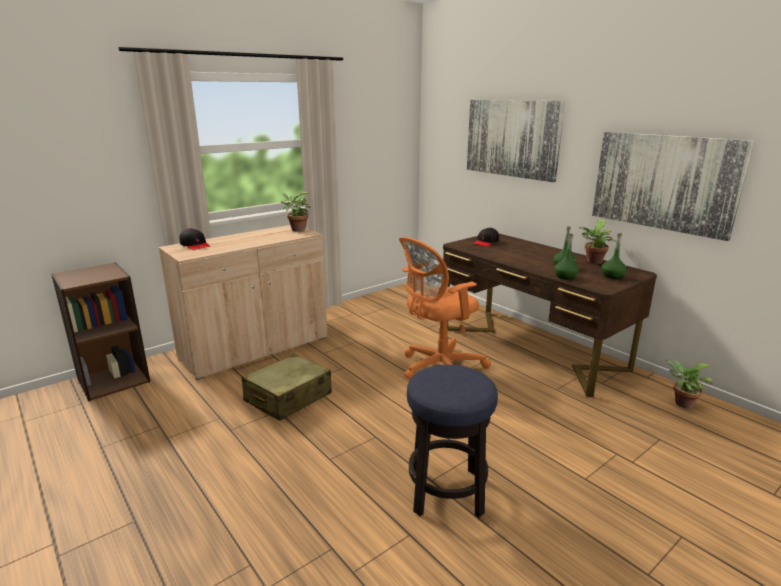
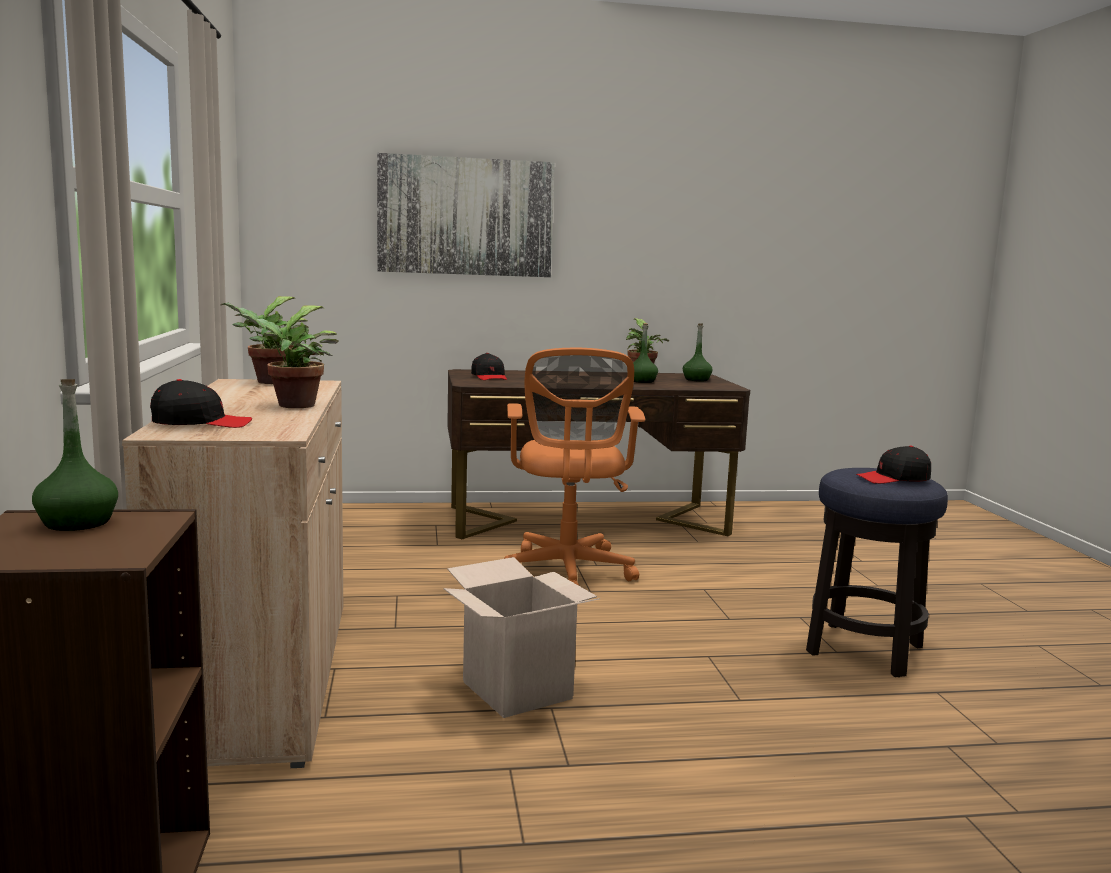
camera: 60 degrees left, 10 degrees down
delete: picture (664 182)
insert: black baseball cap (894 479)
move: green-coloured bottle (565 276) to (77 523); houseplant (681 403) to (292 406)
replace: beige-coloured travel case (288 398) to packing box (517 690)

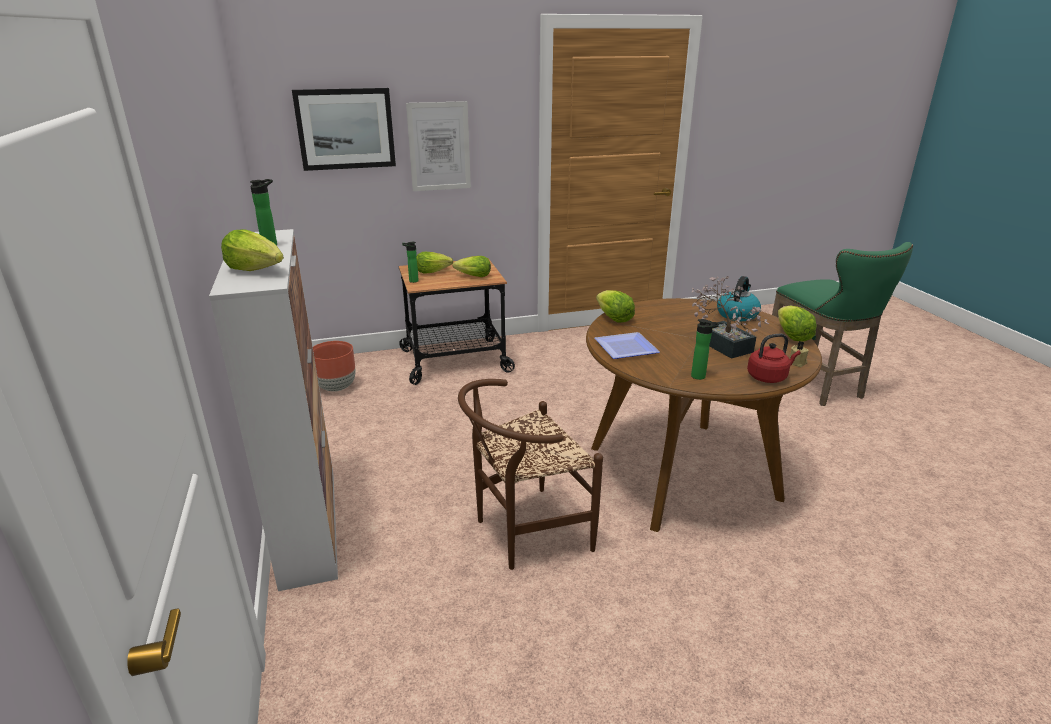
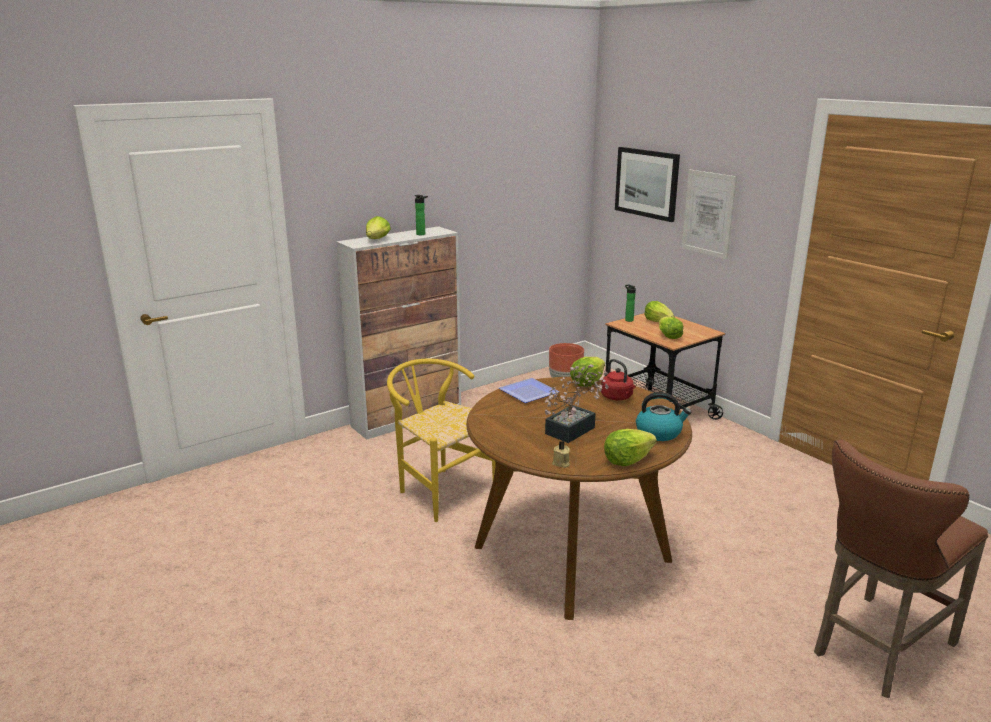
camera: 70 degrees right, 5 degrees down
delete: bottle (700 377)
move: red-coloured tea kettle (768 377) to (618 397)
recolor: brownish plain chair (523 533) to yellowish plain chair (440 490); green-coloured stool (816 385) to brownish stool (876 649)

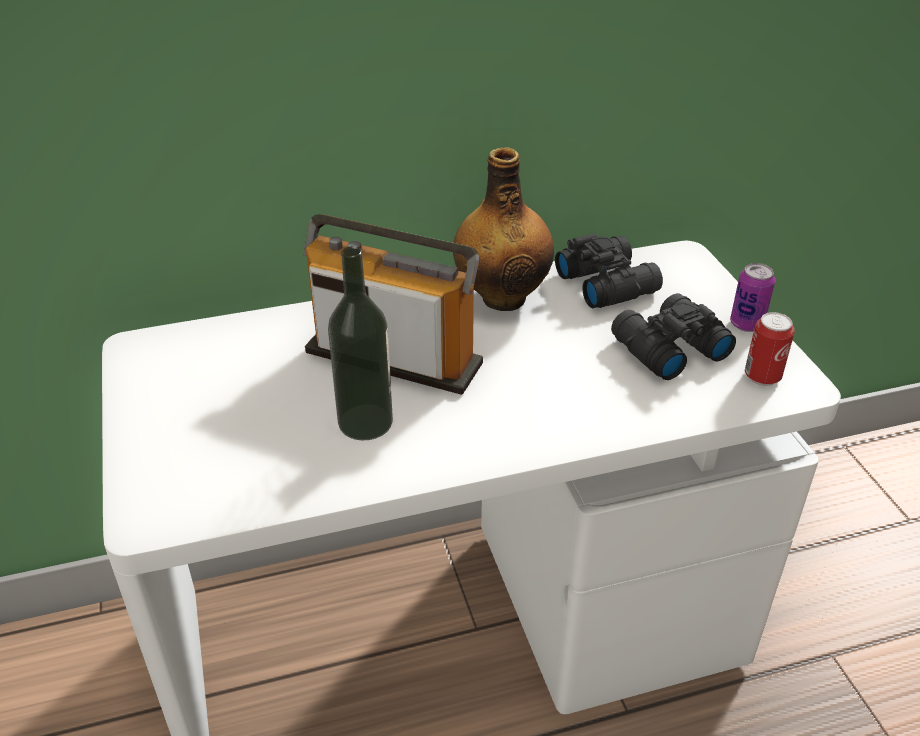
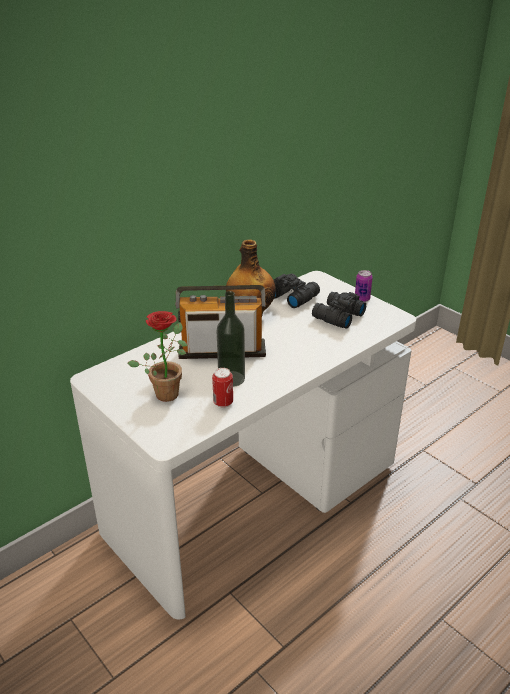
camera: 25 degrees left, 5 degrees down
insert: houseplant (168 391)
move: metal can (762 377) to (223 402)

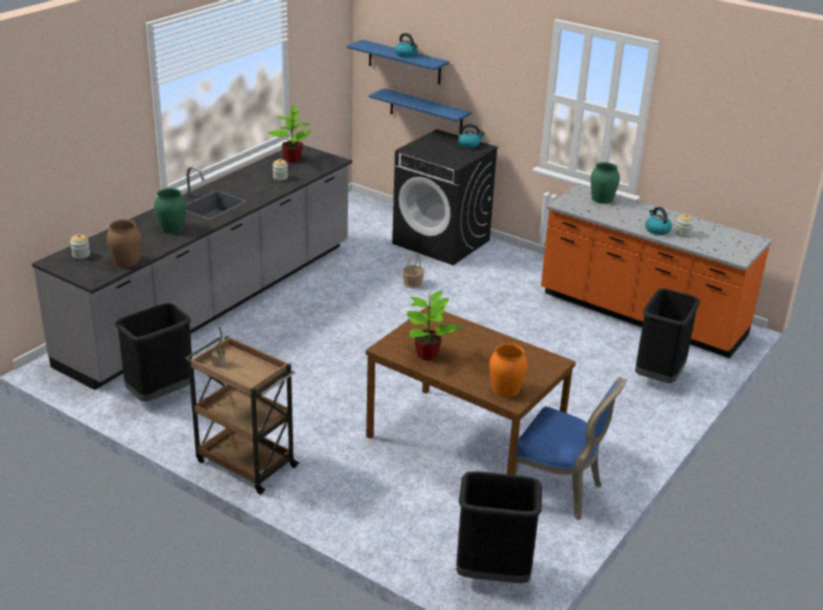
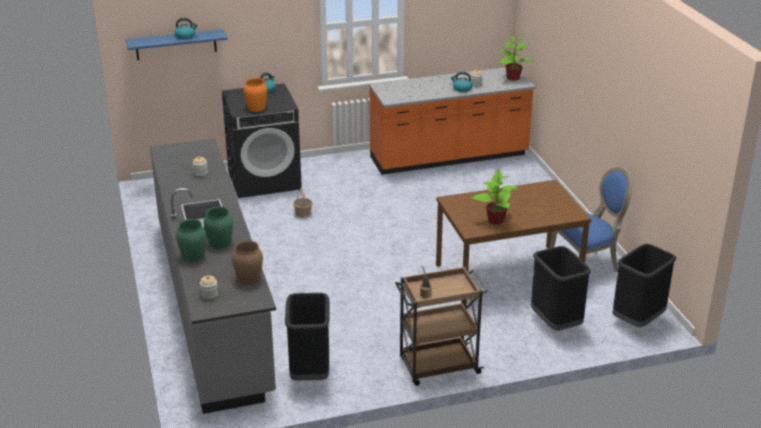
camera: 50 degrees left, 0 degrees up
delete: blue-coloured bracket shelf (426 111)
move: houseplant (292 159) to (512 78); orange vase (505 389) to (256 108); green-coloured vase (602 199) to (193 256); black waste bin (658 375) to (555 323)

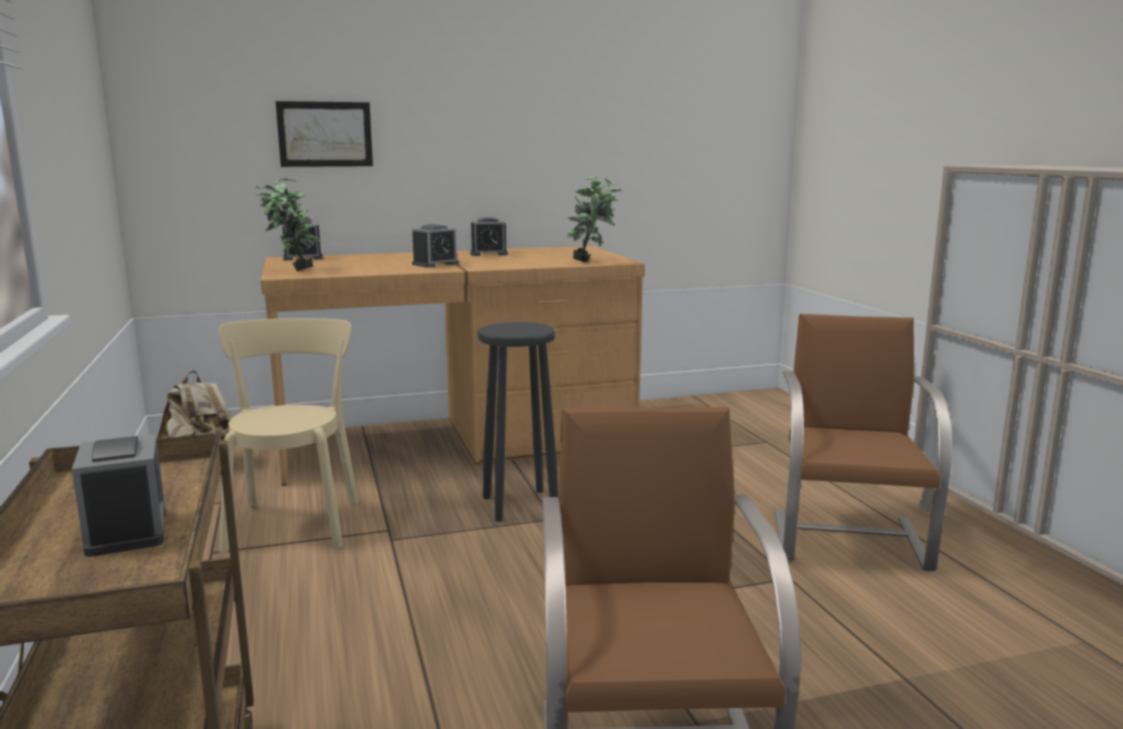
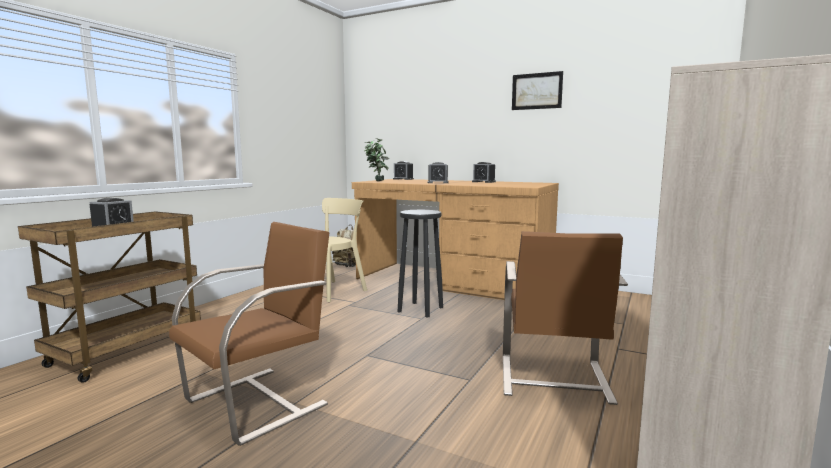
camera: 45 degrees right, 5 degrees down
delete: houseplant (592 262)
move: picture (325 134) to (536 91)
rotate: brownish plain chair (849 538) = (553 379) 135 degrees clockwise

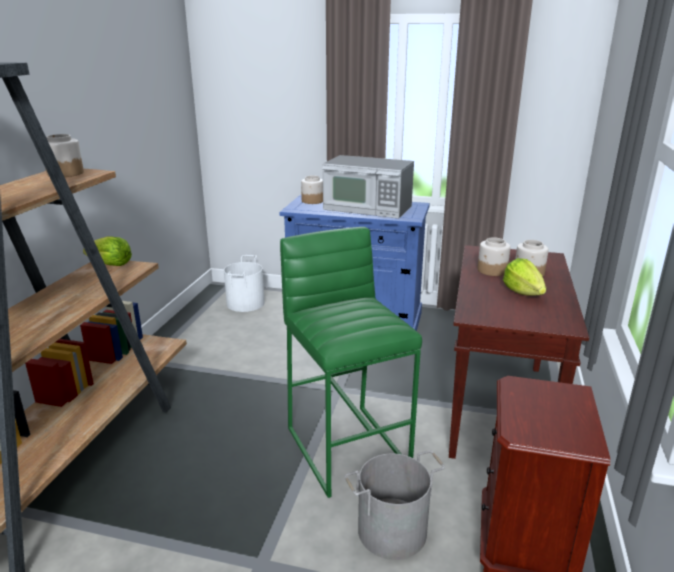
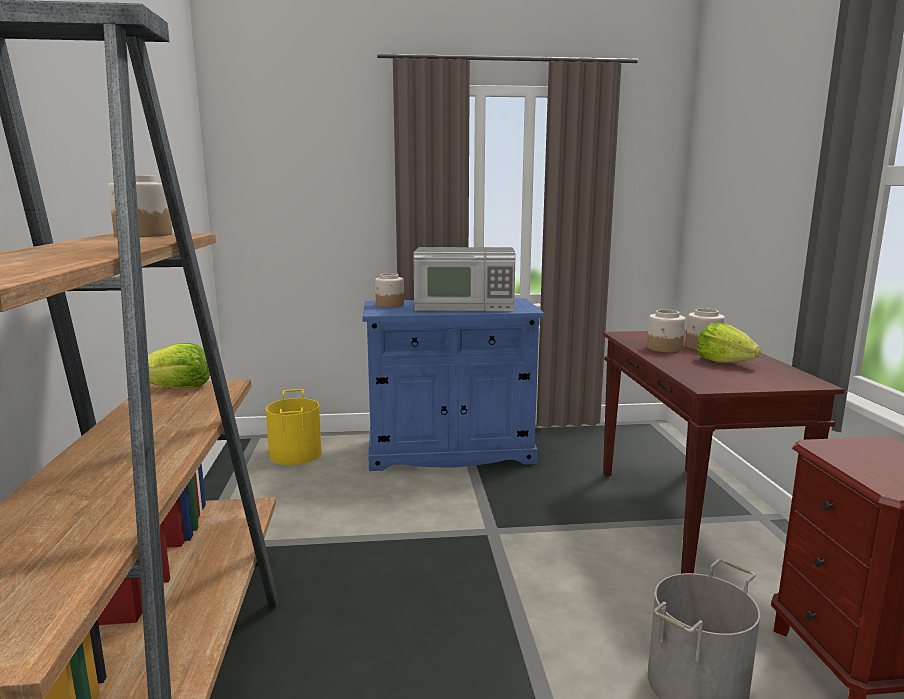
camera: 20 degrees left, 10 degrees down
delete: green-coloured stool (347 447)
recolor: whitish bucket (246 303) to yellowish bucket (296 454)

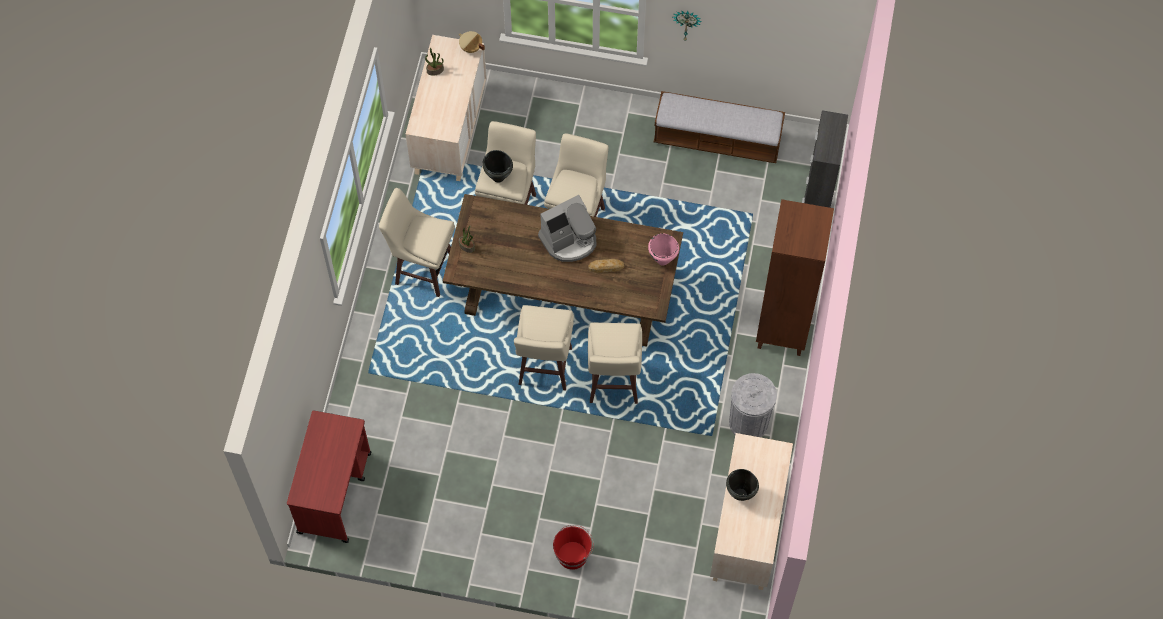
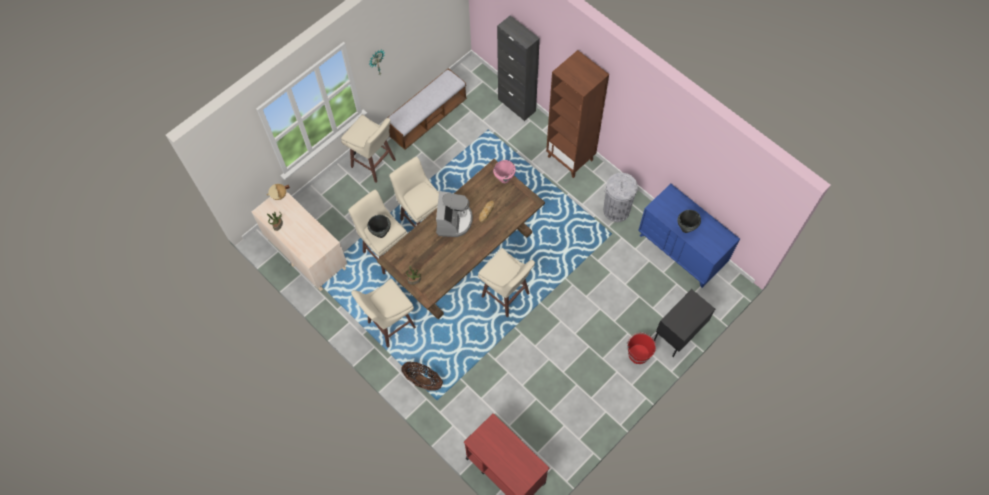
camera: 55 degrees left, 0 degrees up
insert: basket (423 380); black night table (679 332)
move: beige-coloured stool (613 383) to (374 164)
recolor: beige-coloured chest of drawers (747 529) to blue-coloured chest of drawers (681 250)

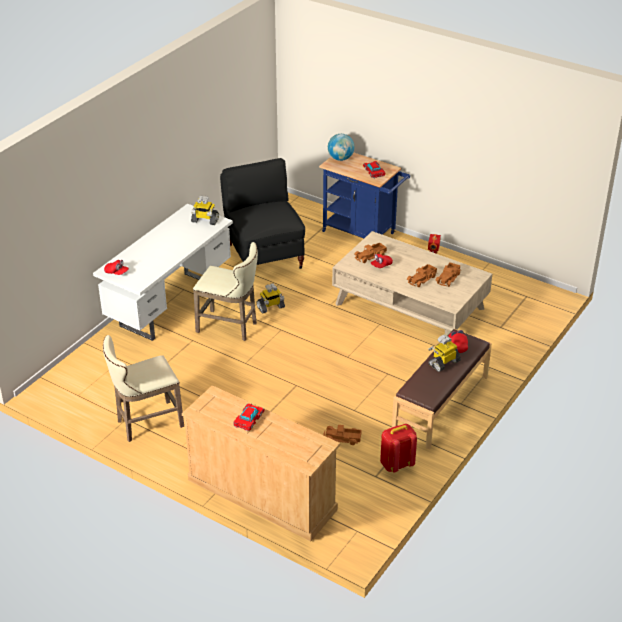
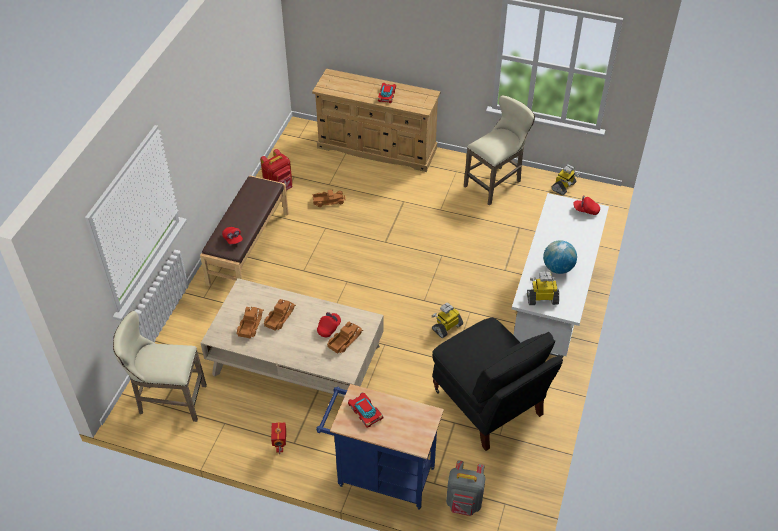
camera: 165 degrees right, 10 degrees up
insert: grey backpack (464 503)
move: beige-coloured stool (230 327) to (168 400); world globe (340 158) to (557 268); robot figure (443 362) to (564 186)

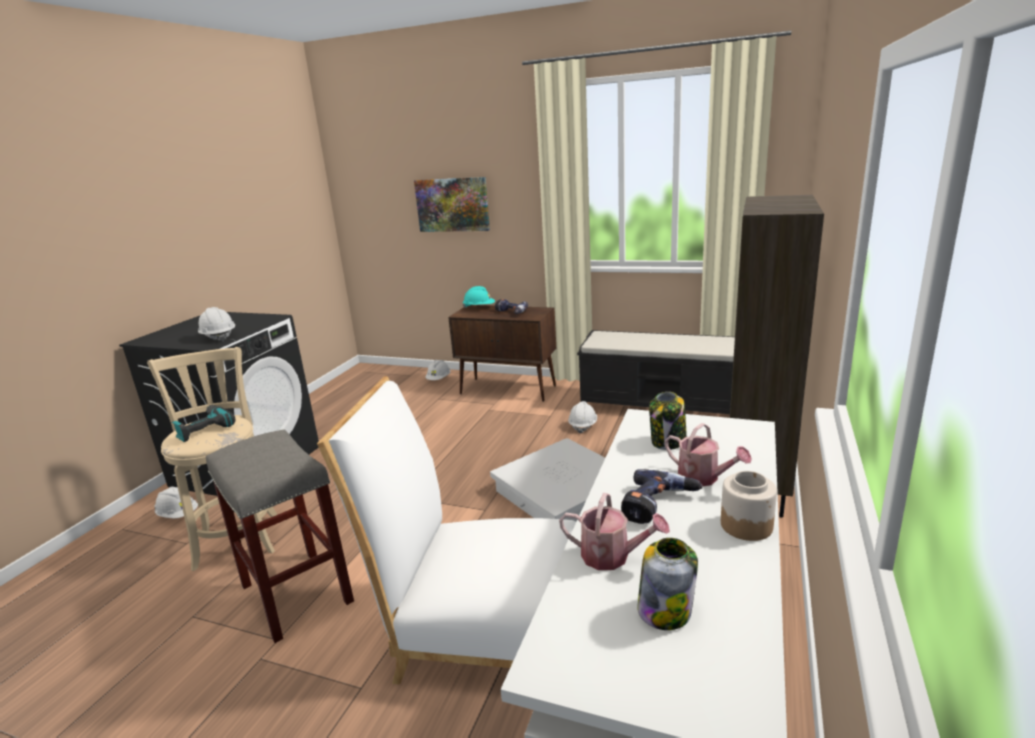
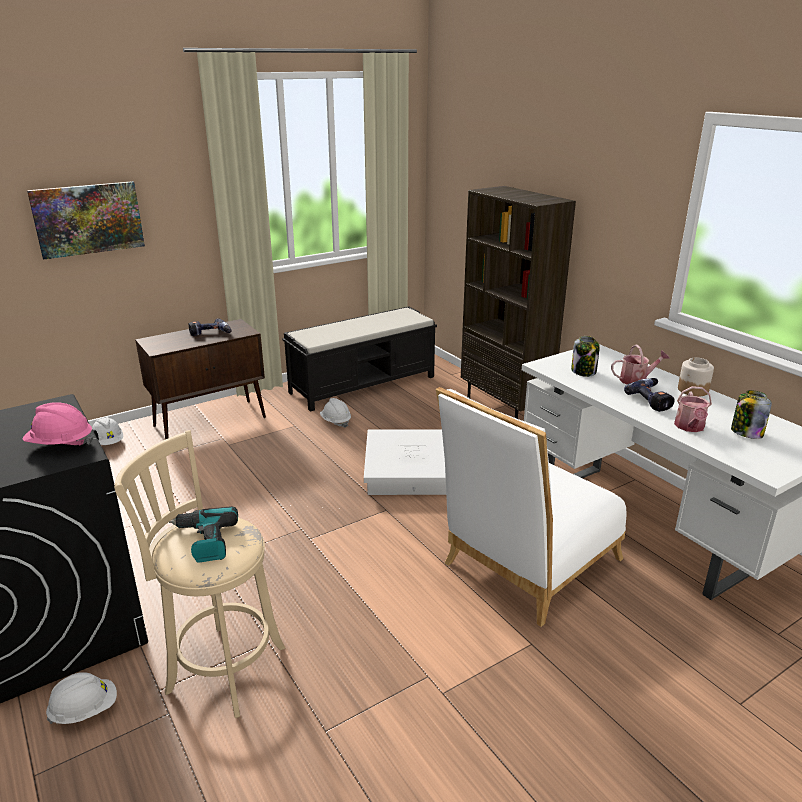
camera: 55 degrees left, 5 degrees up
delete: grey stool (295 593); blue-green hard hat (479 308)
recolor: whitish hard hat (218 337) to pinkish hard hat (60 444)
rotate: watering pot (612 556) = (690 427) 135 degrees clockwise

